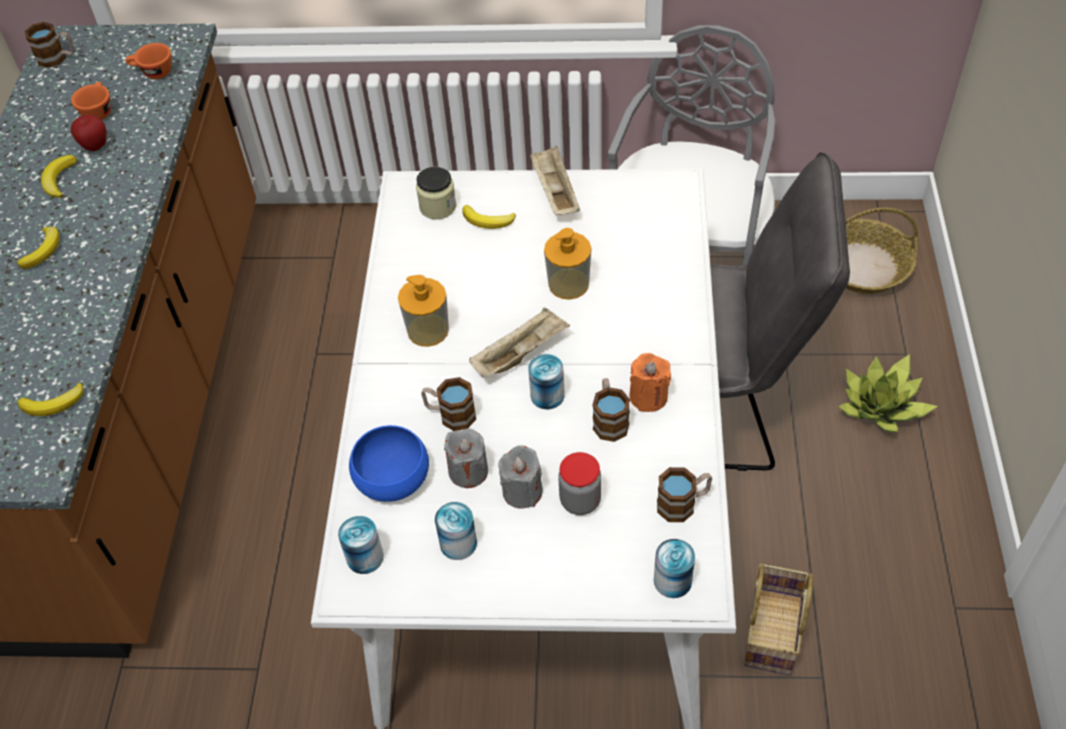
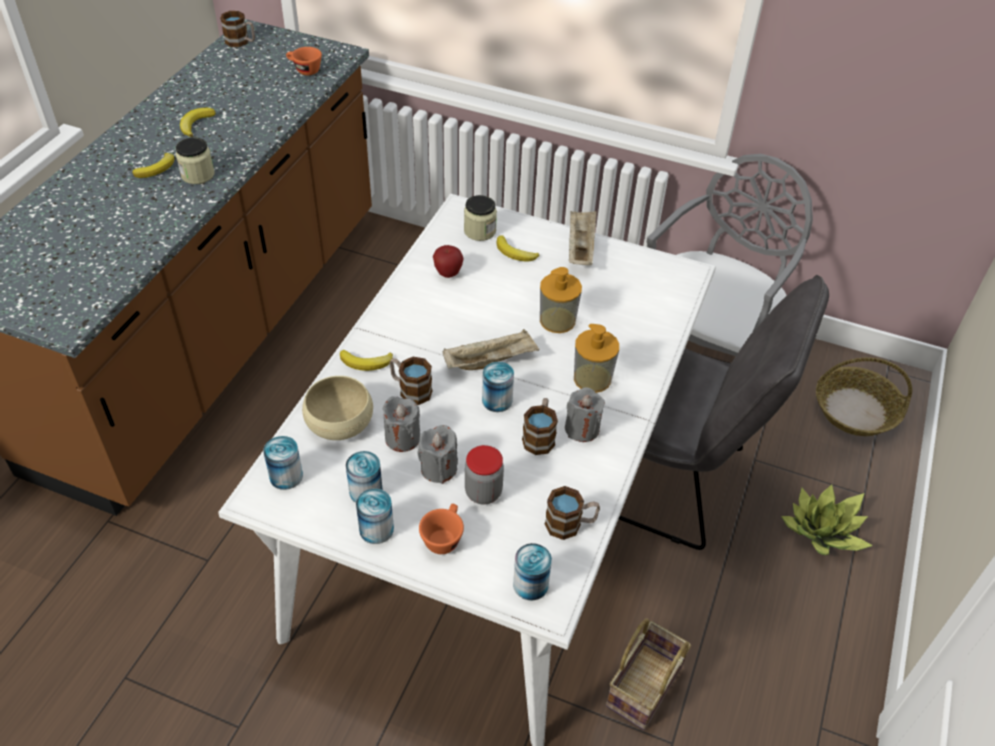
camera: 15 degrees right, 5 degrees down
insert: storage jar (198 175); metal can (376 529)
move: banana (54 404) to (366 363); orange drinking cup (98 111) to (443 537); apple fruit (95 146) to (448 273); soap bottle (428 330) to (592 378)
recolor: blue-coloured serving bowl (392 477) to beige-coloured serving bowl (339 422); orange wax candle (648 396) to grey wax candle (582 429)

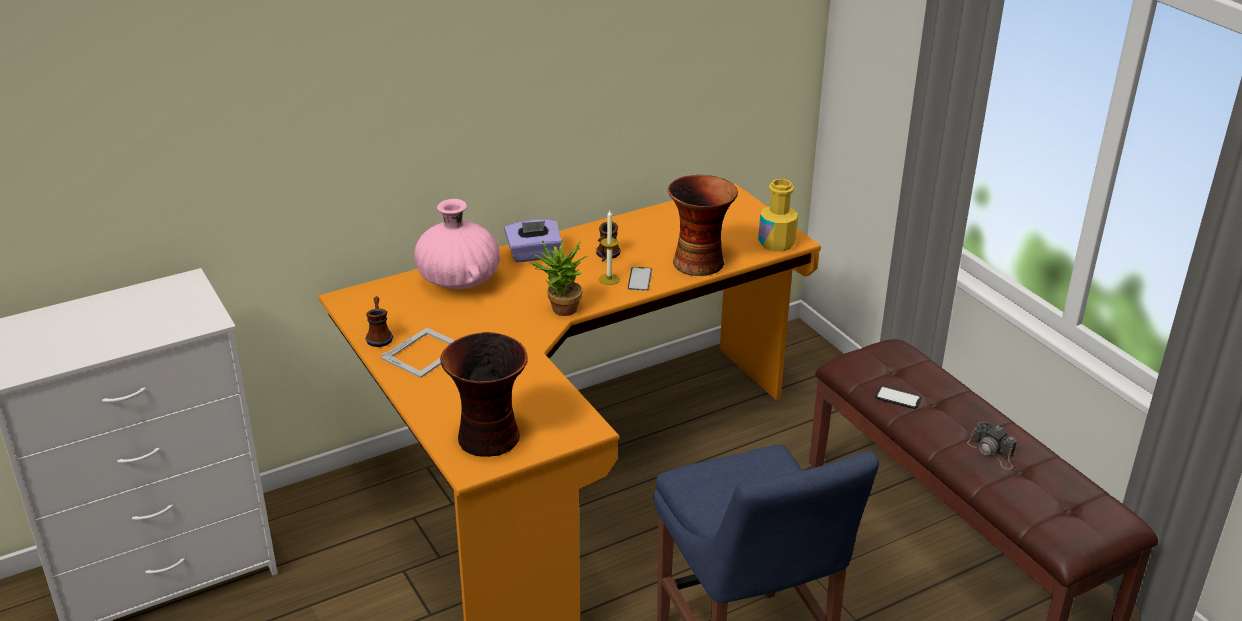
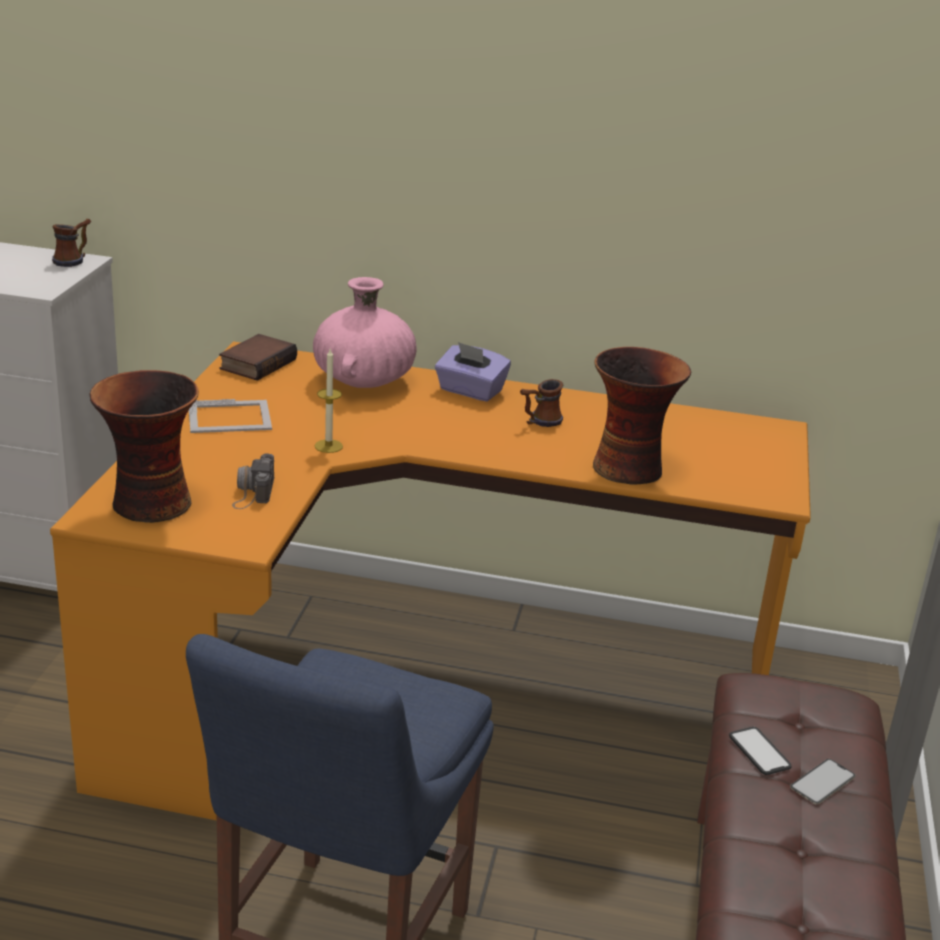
camera: 40 degrees right, 5 degrees down
delete: houseplant (560 311); yellowish bottle (776 243)
insert: volume (257 363)
move: tea mug (379 335) to (74 260); wax candle (609 279) to (328 446); handset (639 279) to (822 782); still camera (992 452) to (253 491)

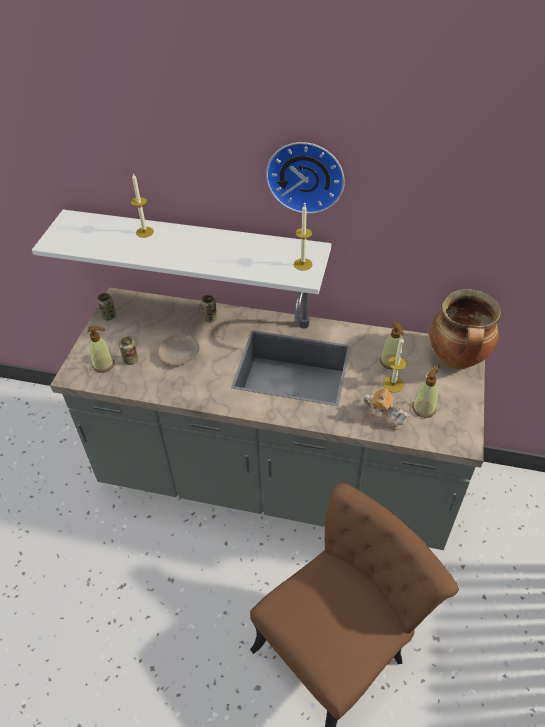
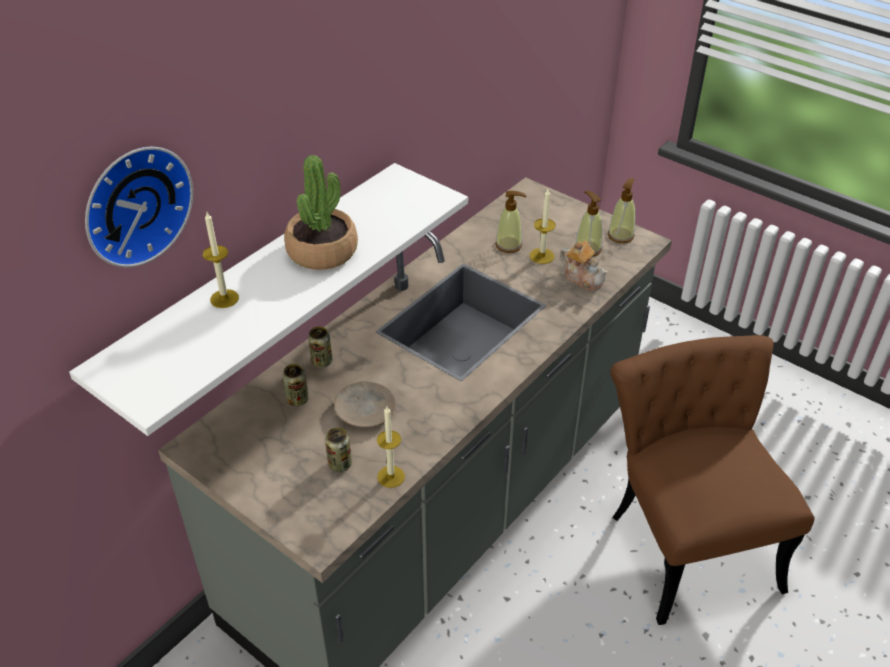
camera: 65 degrees left, 5 degrees down
delete: saucepot (457 360)
insert: houseplant (322 251)
move: soap bottle (104 365) to (620 235); metal can (109 316) to (297 399); wall clock (306 175) to (134 204); wax candle (303 264) to (391 476)
rotate: teapot (385 417) = (583 278) 75 degrees clockwise

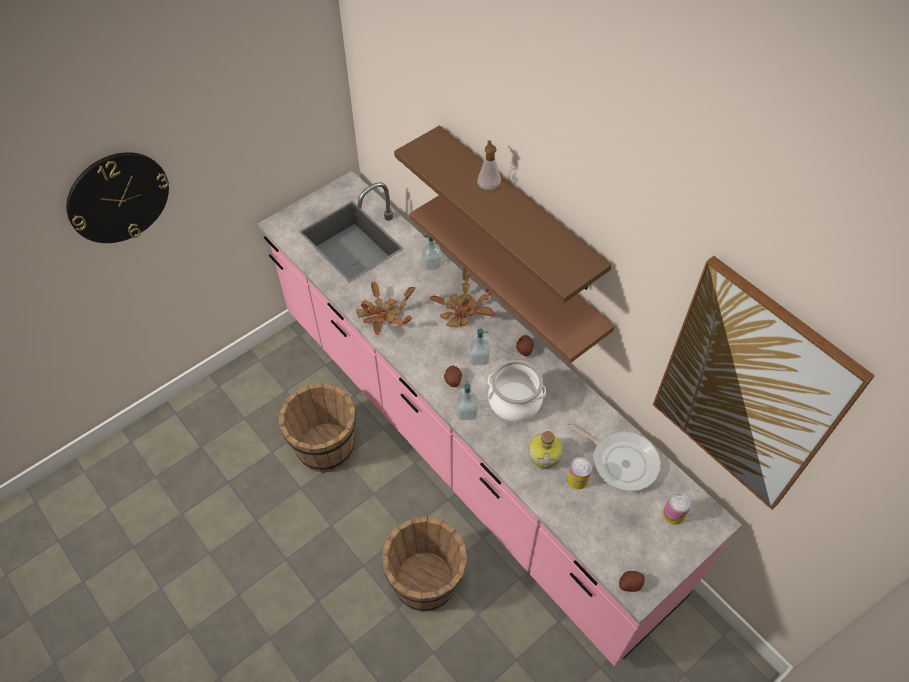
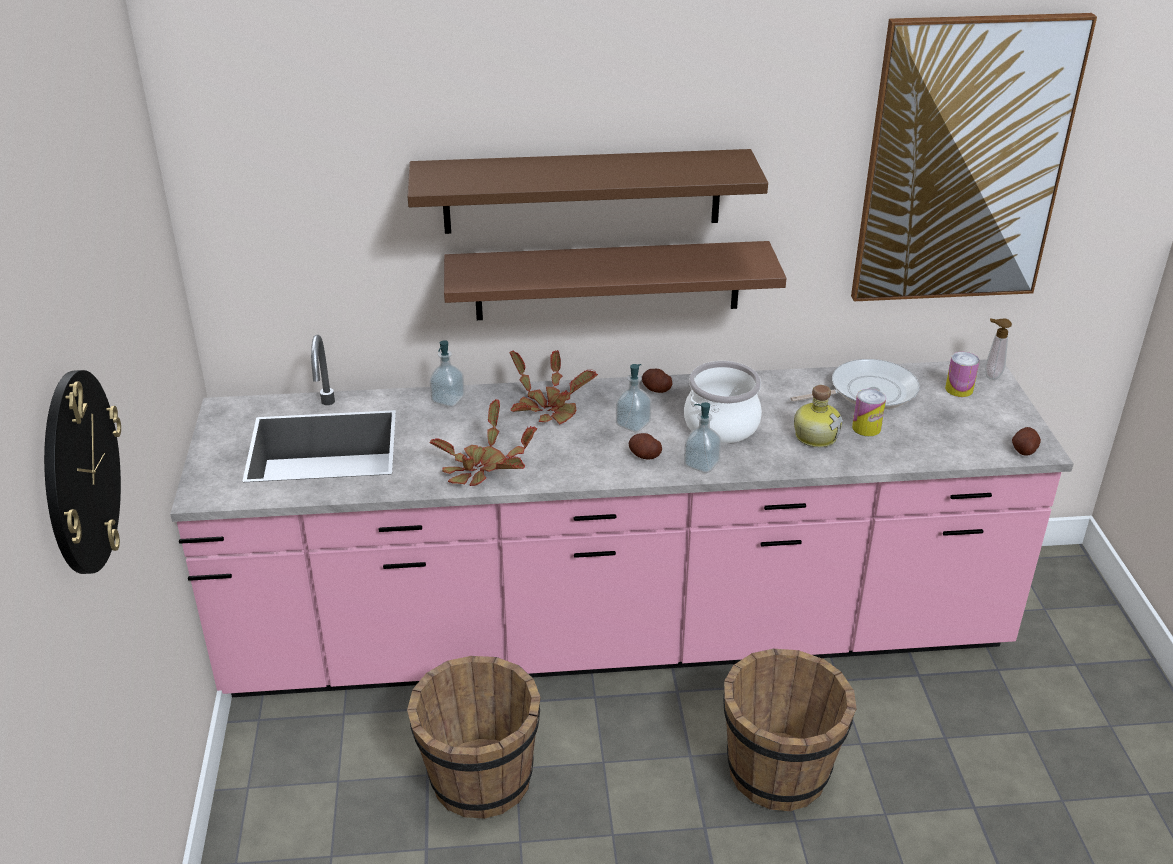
camera: 55 degrees left, 20 degrees down
move: soap bottle (488 185) to (990 375)

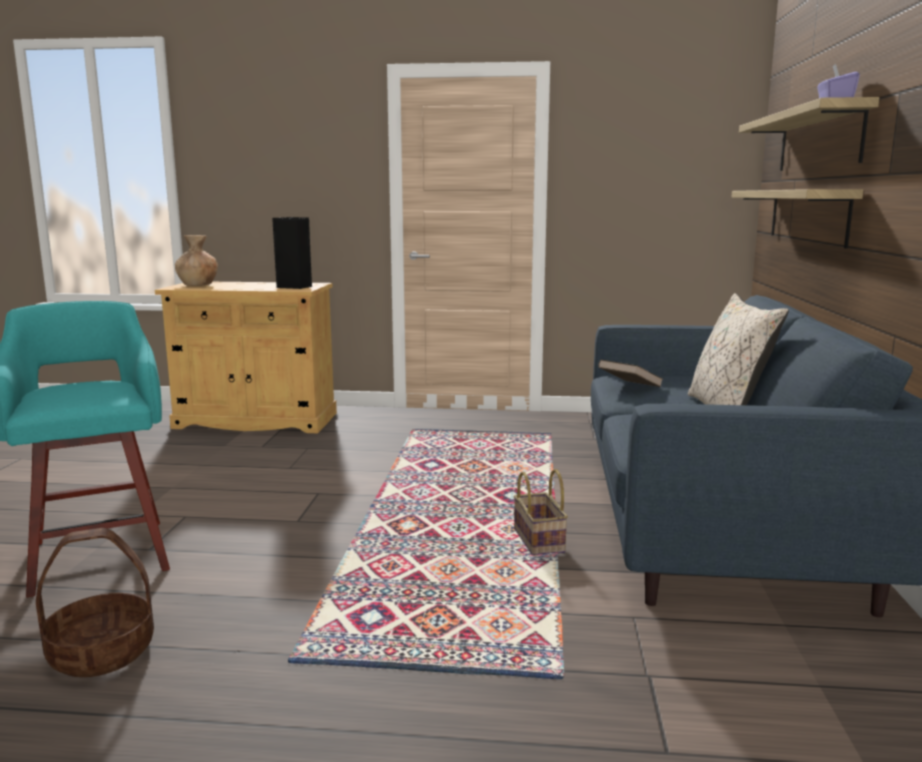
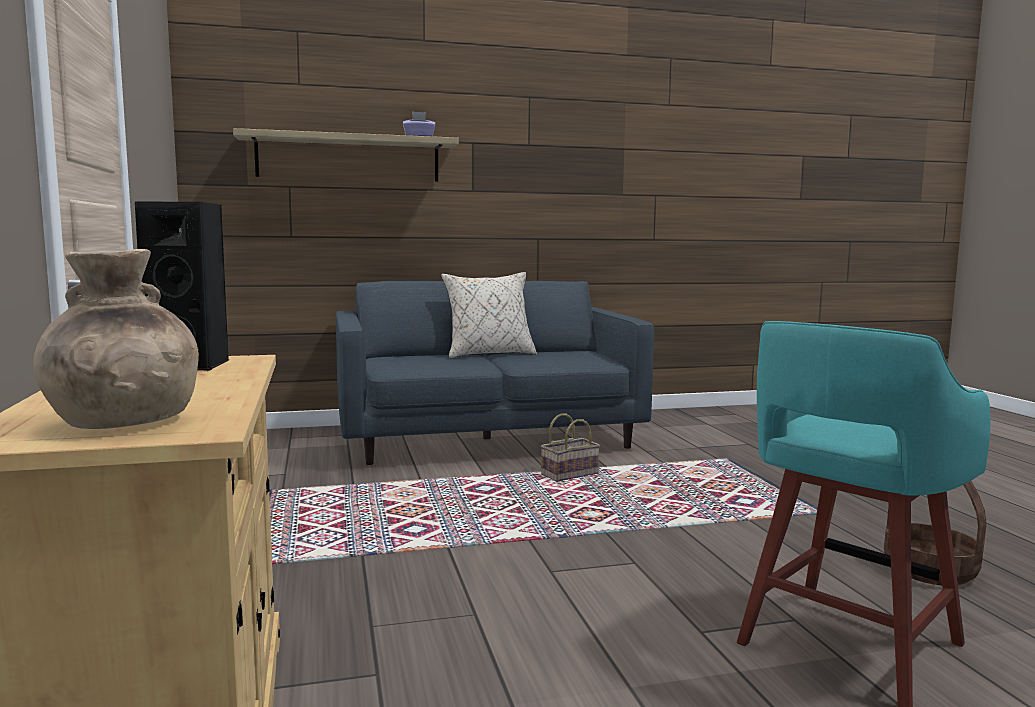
camera: 110 degrees left, 5 degrees down
delete: brownish volume (629 388); bracket shelf (807 215)

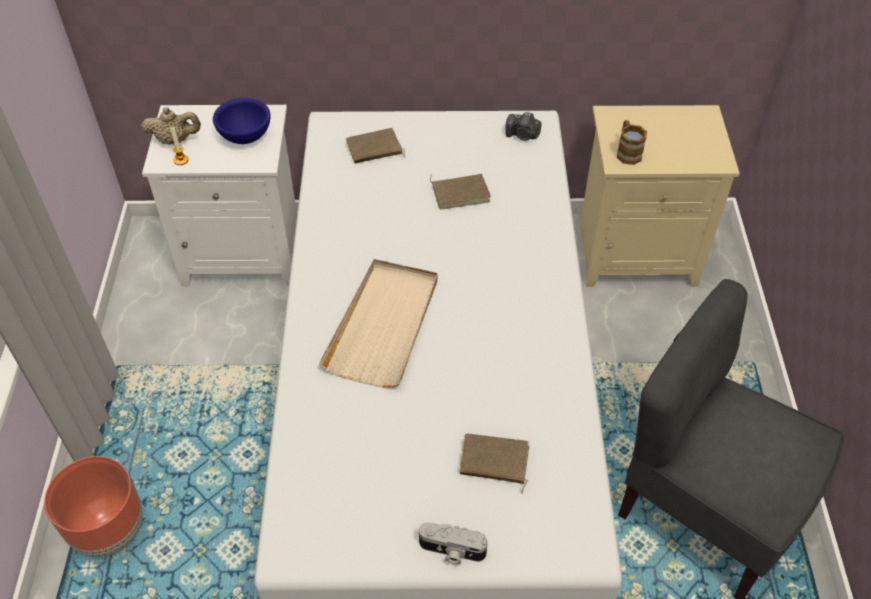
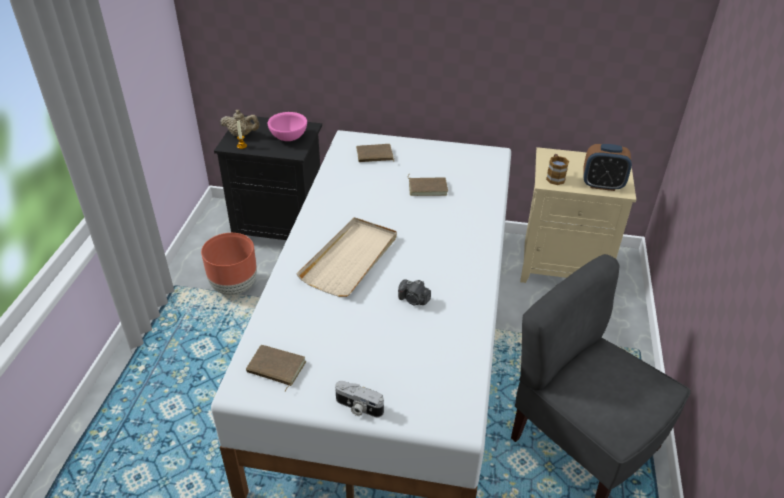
camera: 10 degrees right, 10 degrees down
insert: alarm clock (602 185)
move: brownish planter (110 530) to (235 286); brownish volume (493 462) to (275 368); still camera (522 135) to (414 300)
recolor: whitish night table (245 252) to black night table (282 228); blue-coloured serving bowl (245 137) to pinkish serving bowl (288 138)

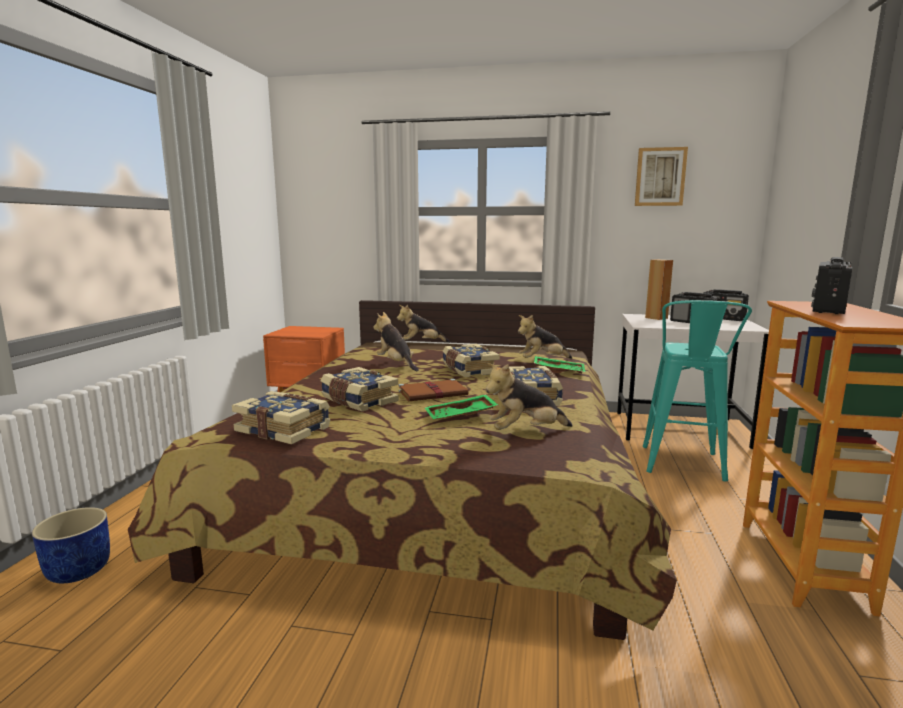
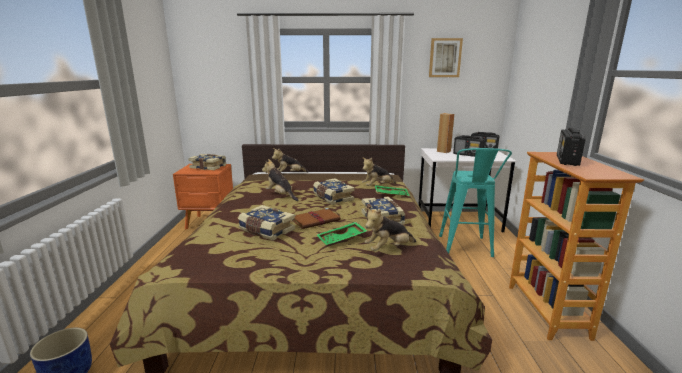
camera: 10 degrees left, 5 degrees up
move: volume (284 429) to (208 167)

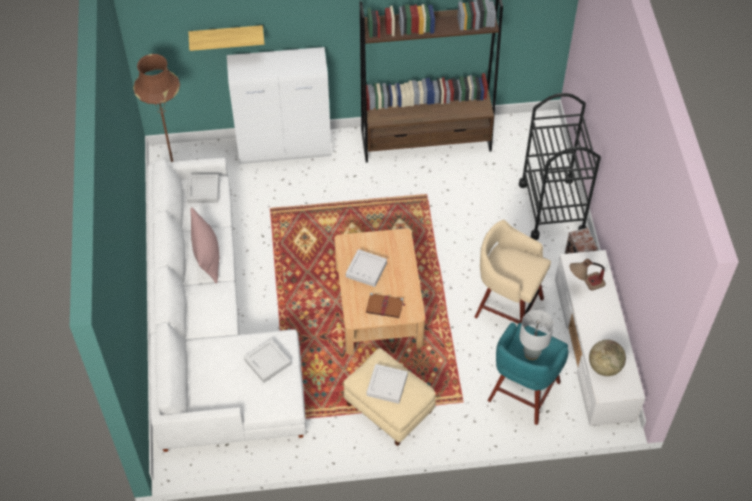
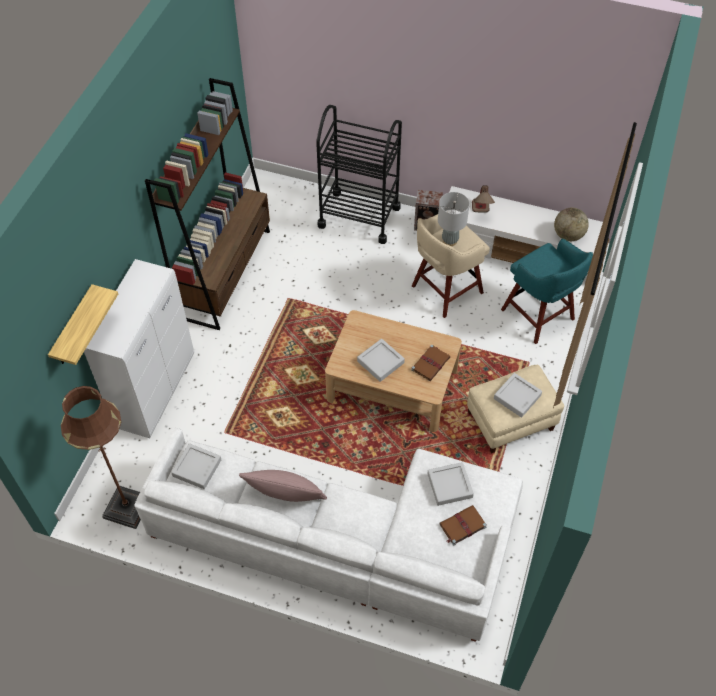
camera: 65 degrees left, 0 degrees up
insert: brownish volume (462 526)
move: grey lamp for a table (531 354) to (450 241)

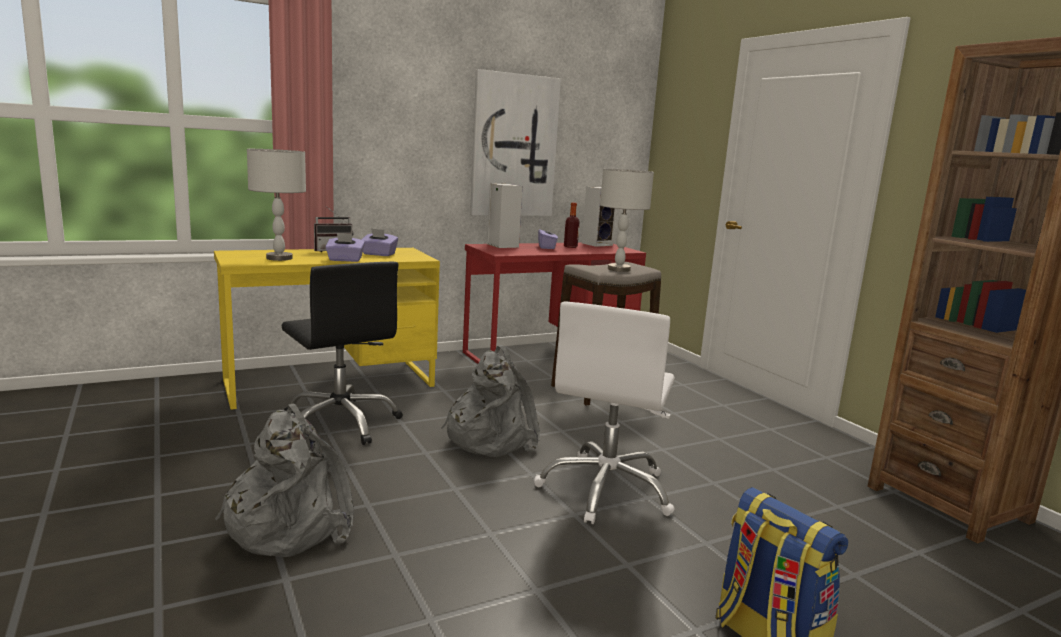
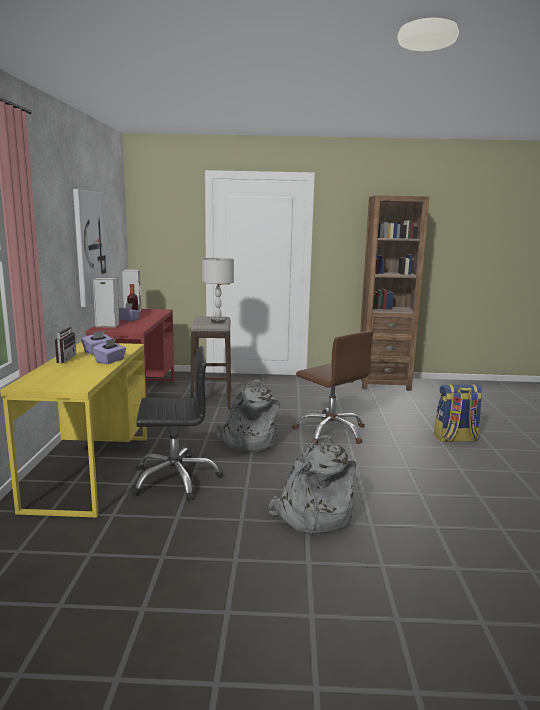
camera: 60 degrees left, 0 degrees up
delete: grey lamp for a table (279 258)
recolor: whitish computer chair (606 490) to brownish computer chair (331 432)

